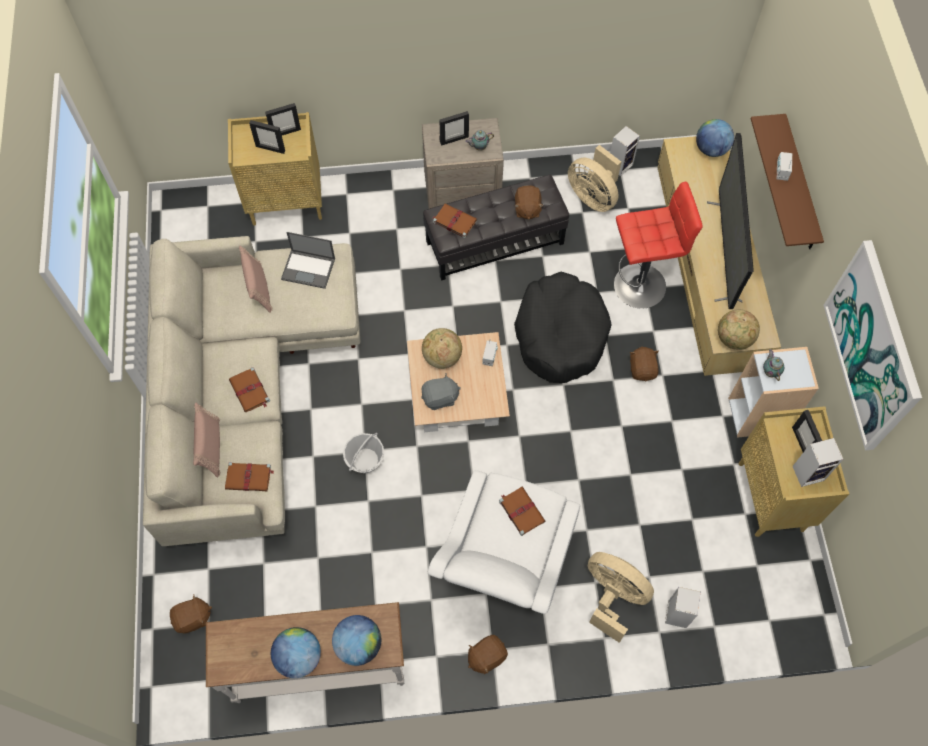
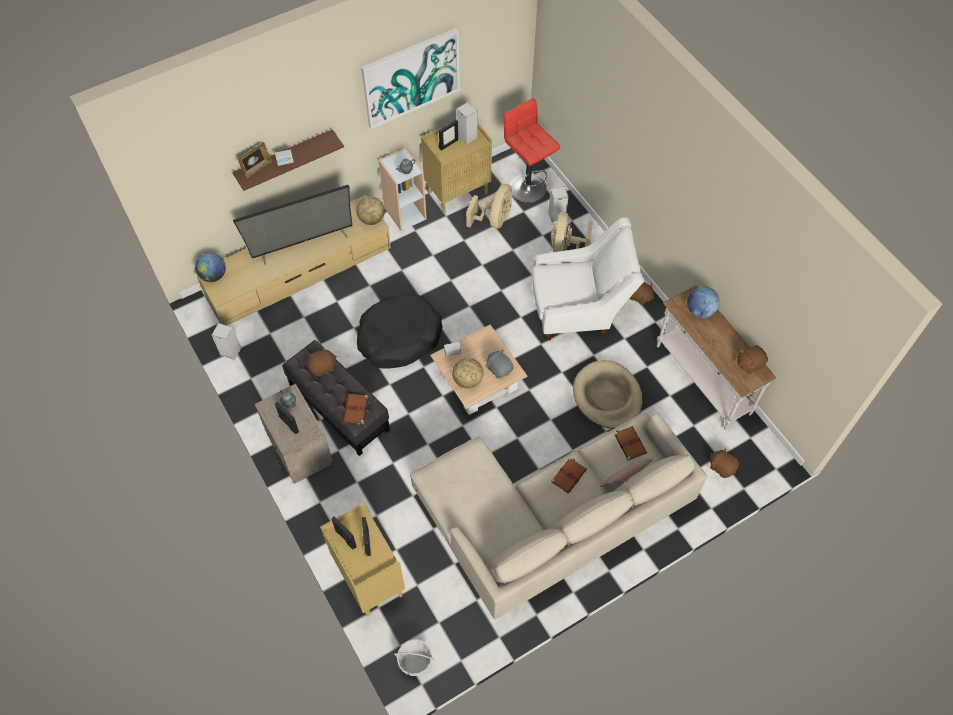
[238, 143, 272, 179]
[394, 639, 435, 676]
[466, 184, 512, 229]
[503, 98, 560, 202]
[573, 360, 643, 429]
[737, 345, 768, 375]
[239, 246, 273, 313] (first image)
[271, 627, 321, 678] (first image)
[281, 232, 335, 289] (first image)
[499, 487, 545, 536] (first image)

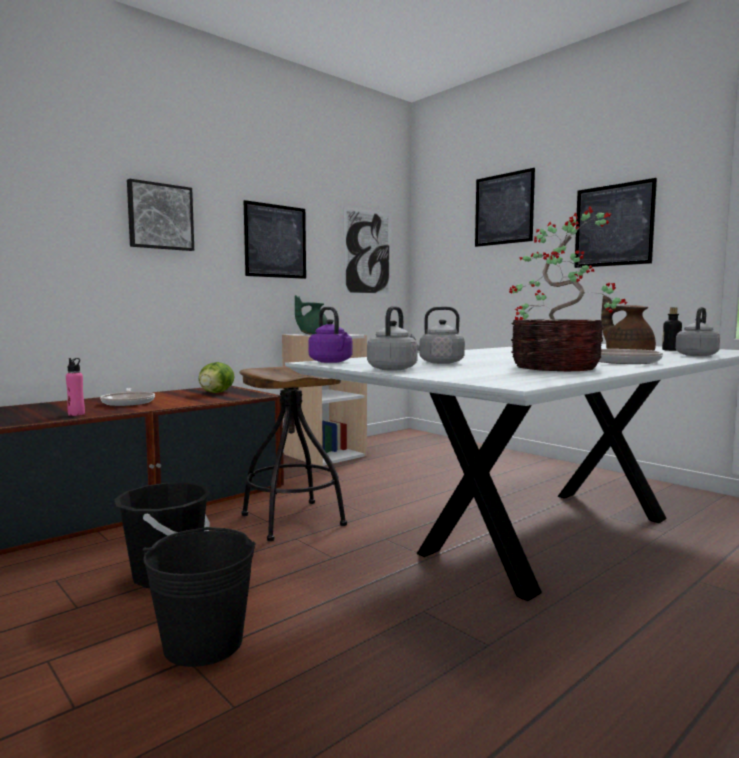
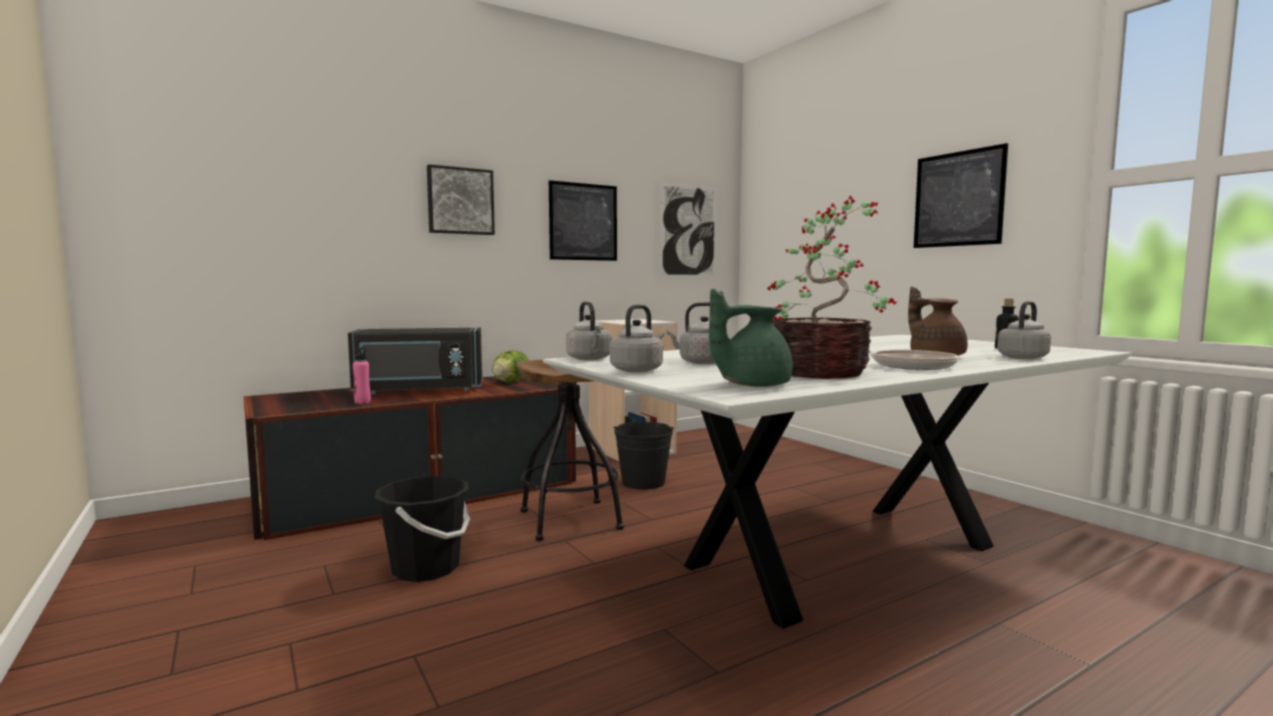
[348, 328, 482, 394]
[566, 301, 612, 360]
[614, 422, 674, 490]
[709, 289, 793, 387]
[475, 168, 535, 247] (first image)

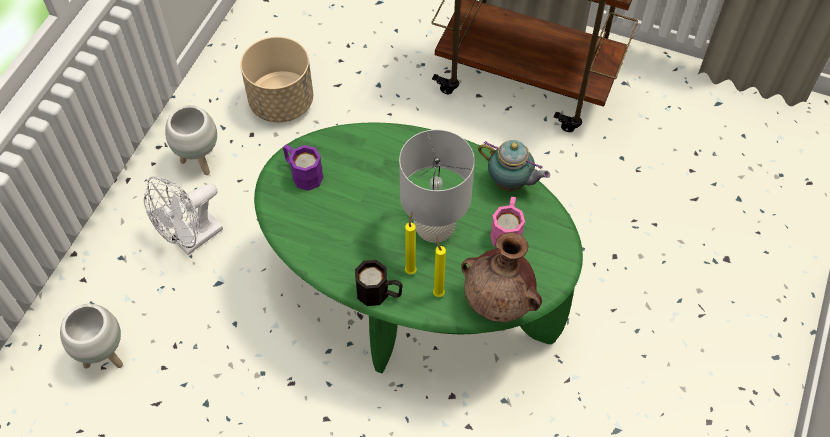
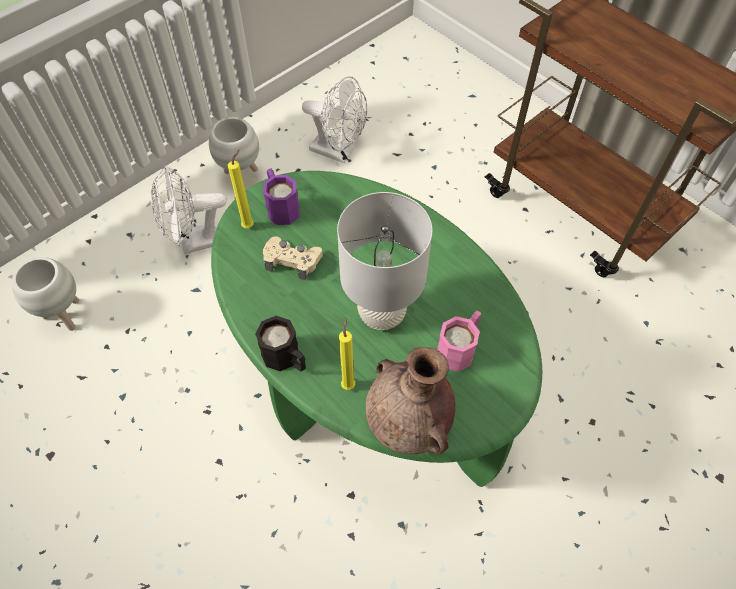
[228, 150, 254, 228]
[263, 236, 322, 280]
[302, 76, 367, 163]
[478, 140, 550, 192] (first image)

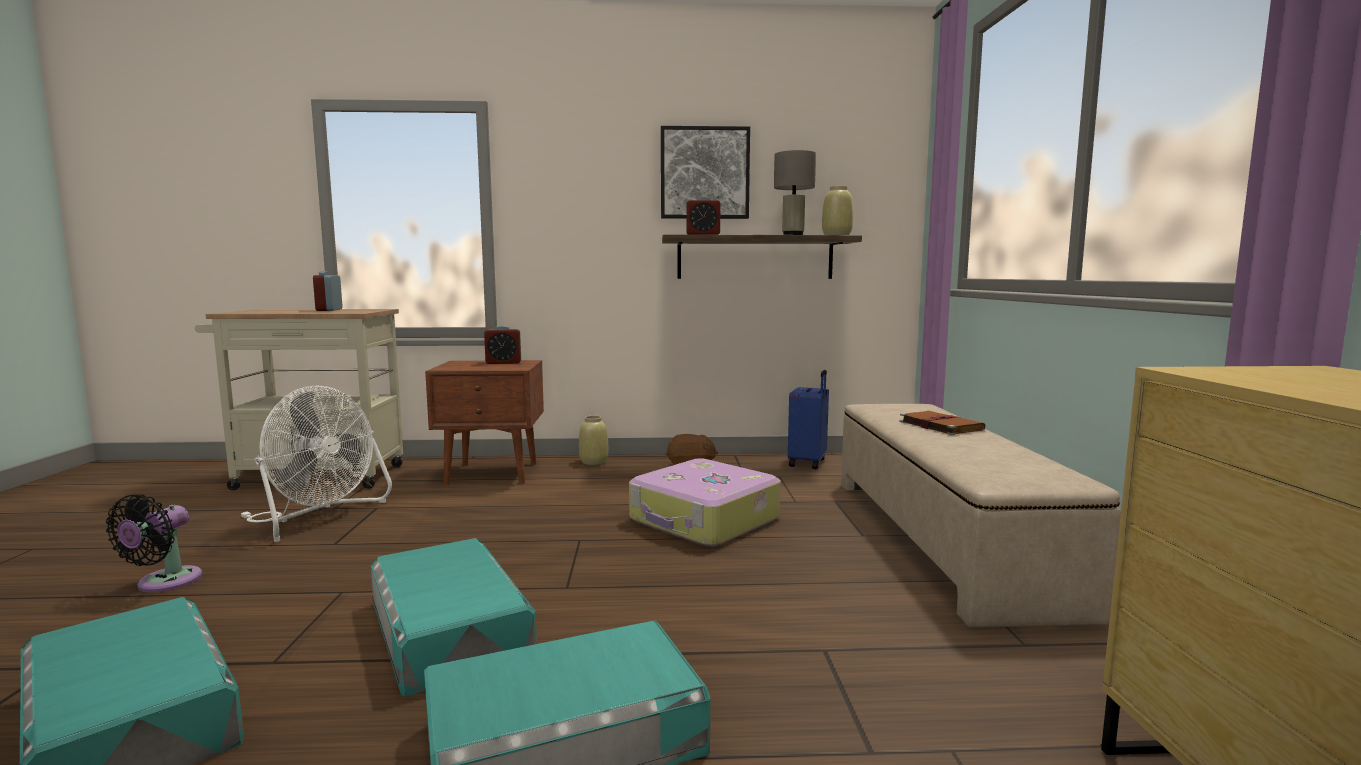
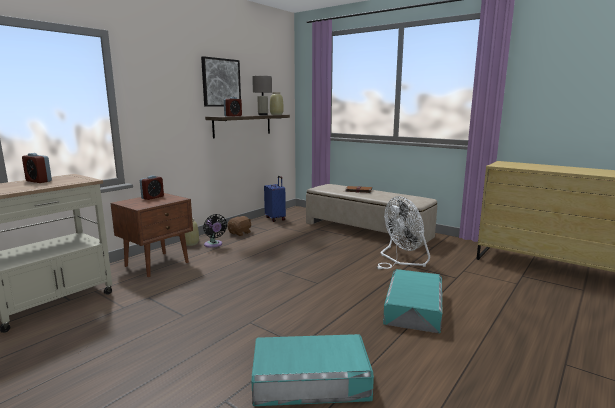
[203, 214, 227, 248]
[376, 196, 430, 269]
[371, 538, 537, 697] (first image)
[629, 458, 781, 547] (first image)

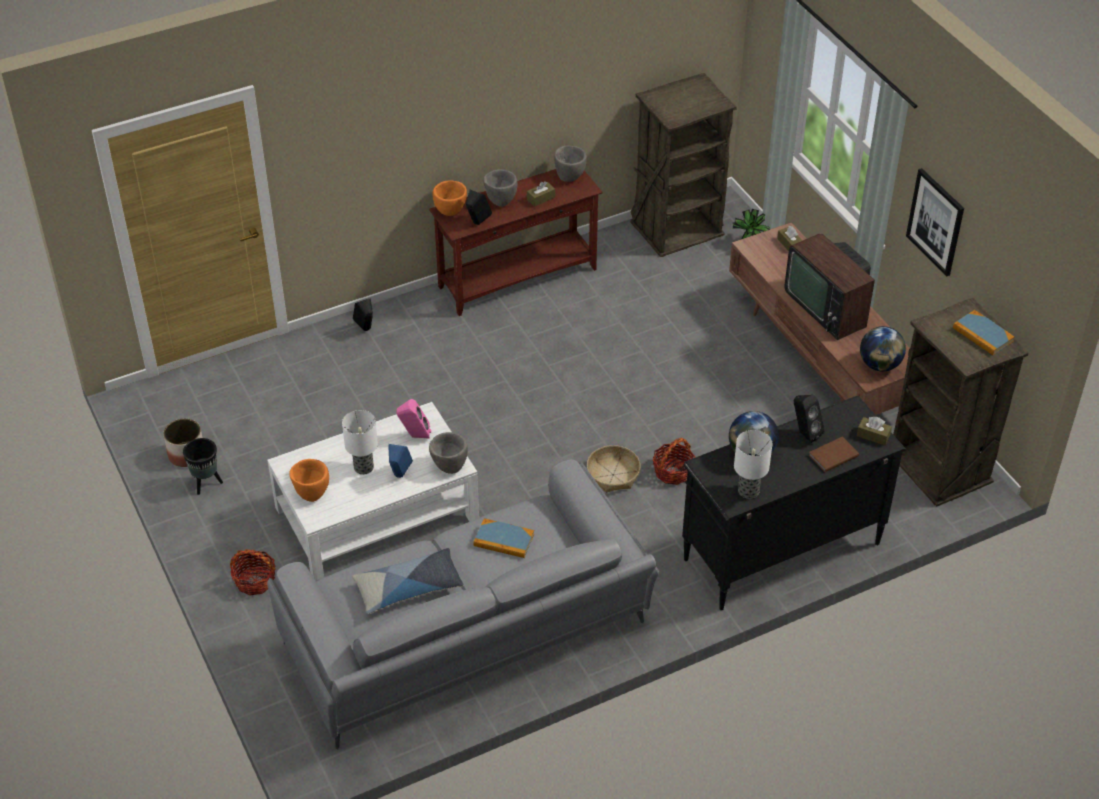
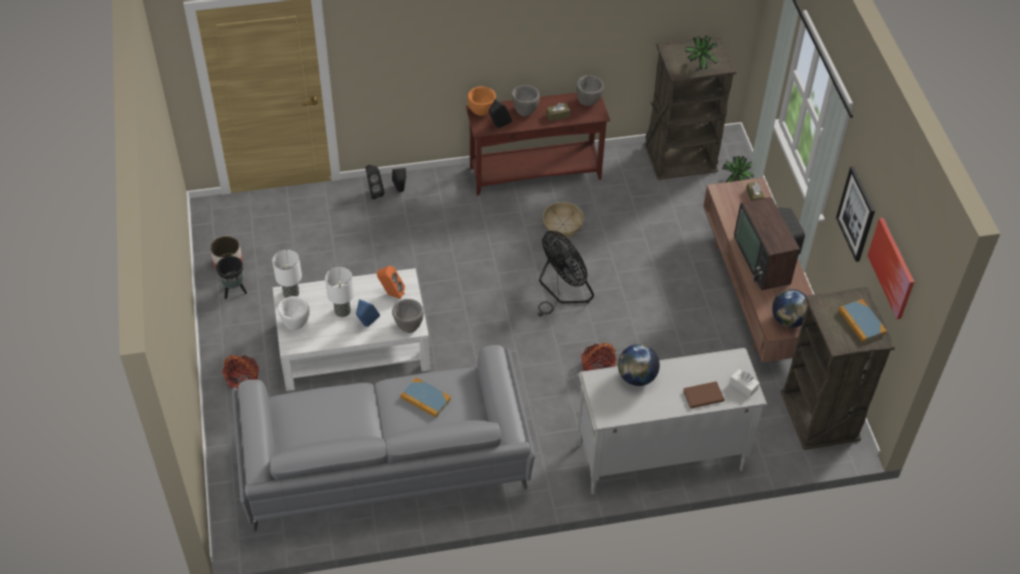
[272, 250, 302, 298]
[278, 296, 309, 331]
[366, 165, 385, 199]
[377, 266, 405, 299]
[538, 231, 594, 317]
[543, 202, 584, 237]
[578, 348, 767, 495]
[685, 36, 718, 70]
[730, 369, 759, 397]
[867, 218, 914, 319]
[352, 548, 464, 614] (first image)

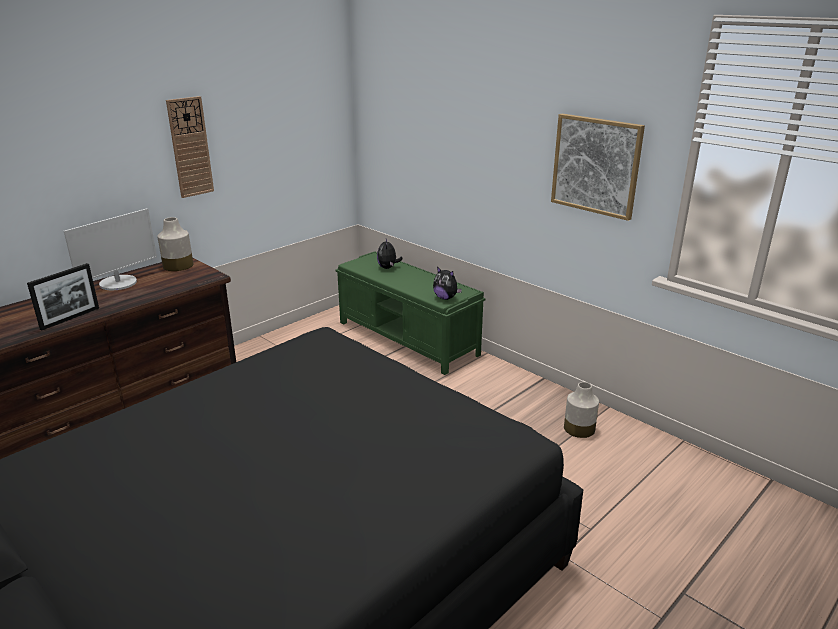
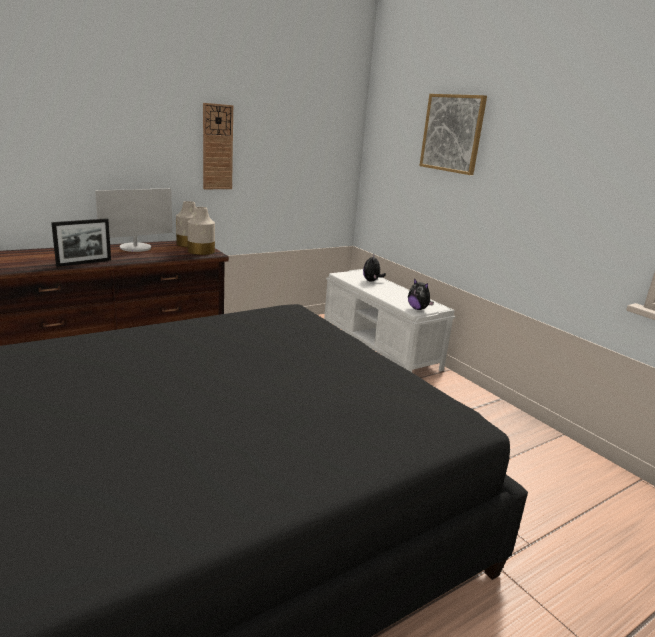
[187, 207, 215, 255]
[324, 269, 455, 372]
[419, 94, 487, 175]

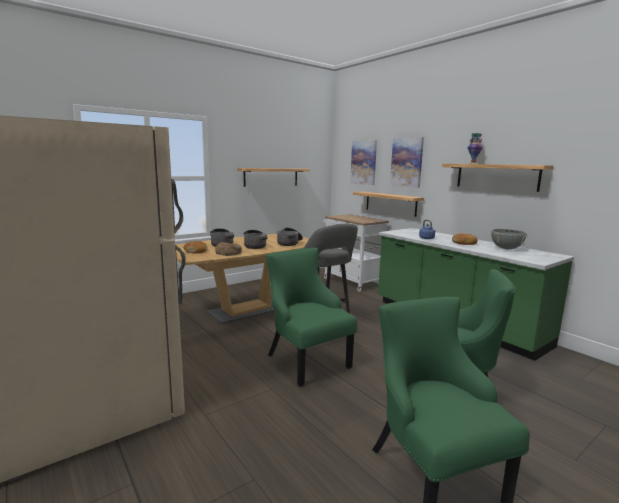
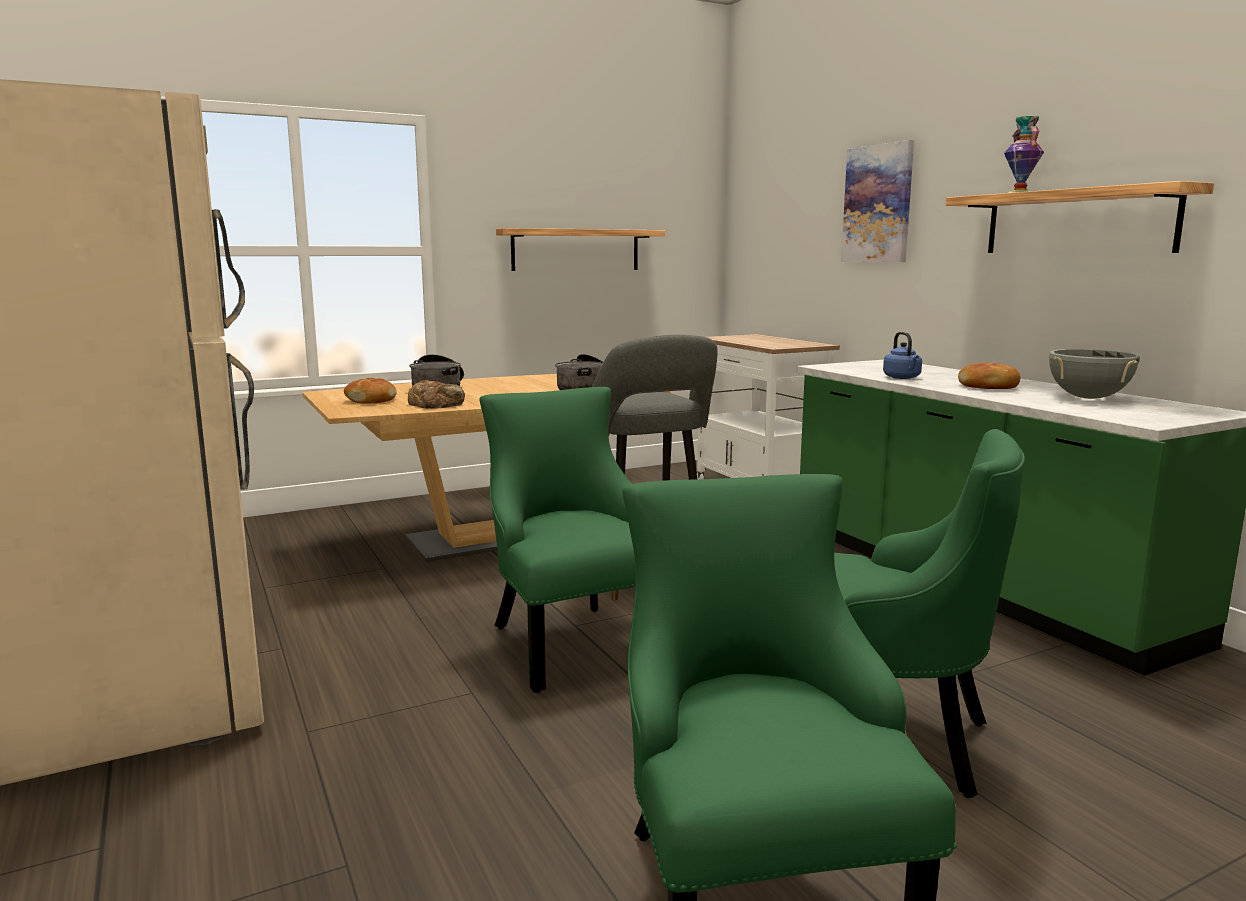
[243, 230, 268, 249] (first image)
[350, 140, 377, 185] (first image)
[353, 192, 424, 217] (first image)

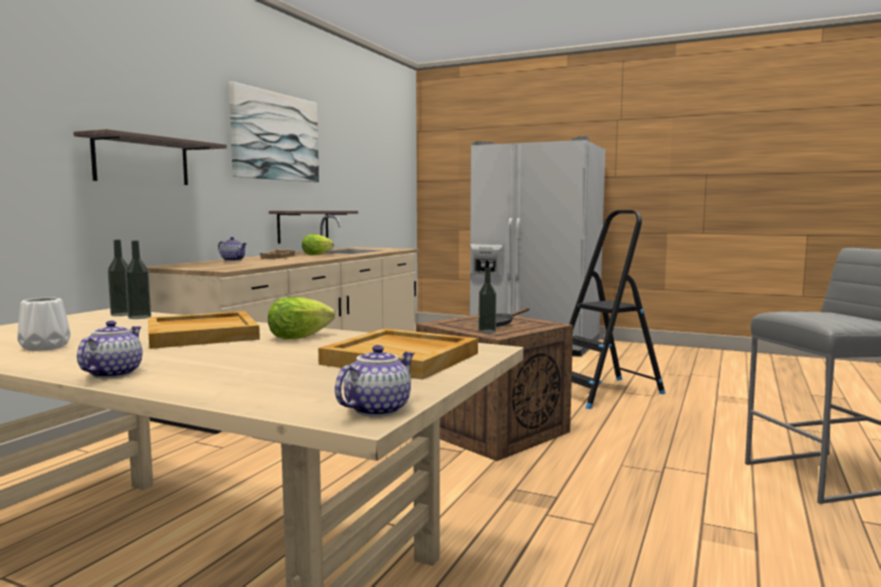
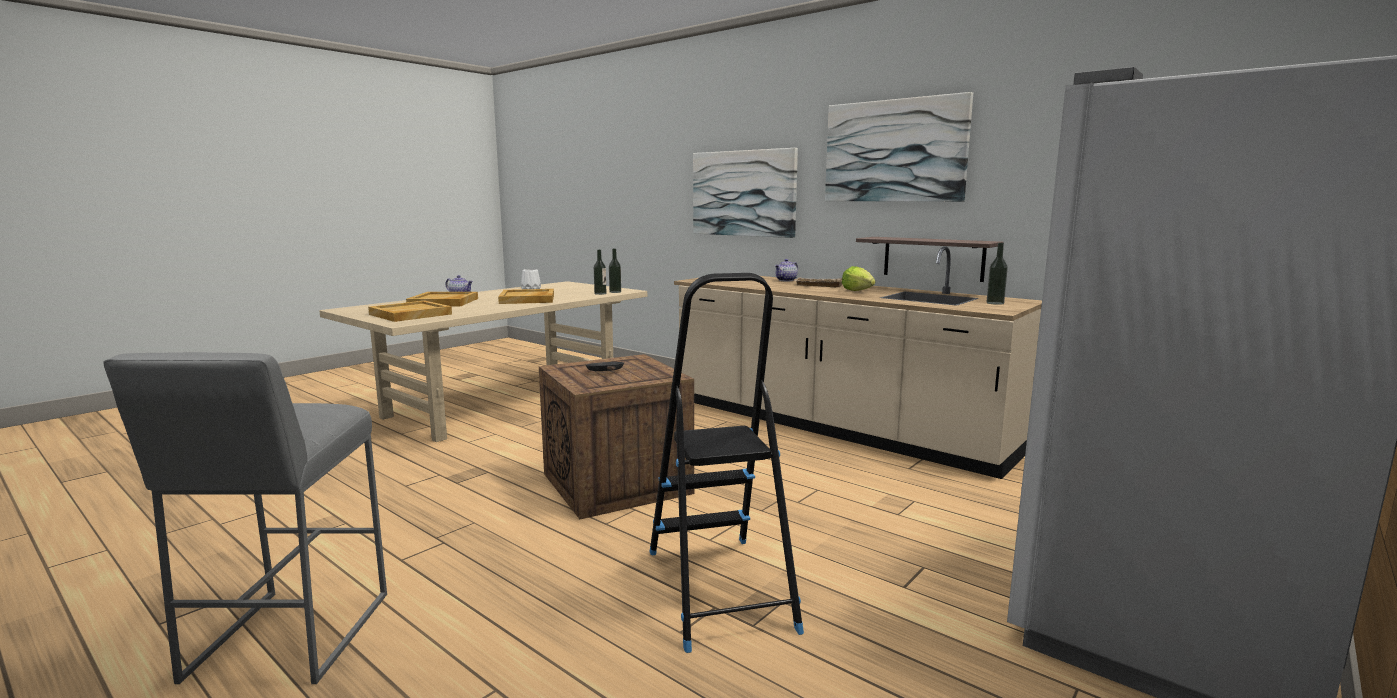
[406, 292, 478, 307]
[693, 148, 798, 238]
[986, 243, 1008, 305]
[268, 297, 335, 339] (first image)
[335, 345, 415, 417] (first image)

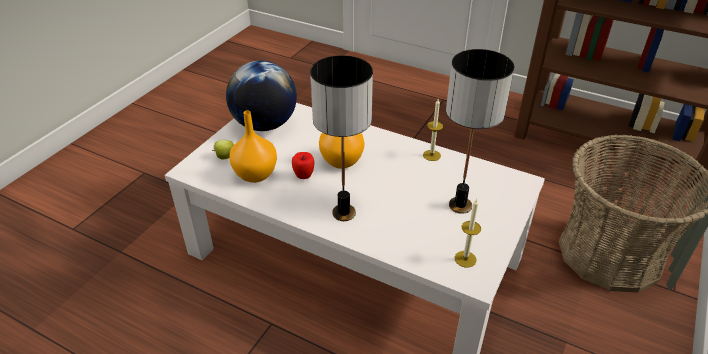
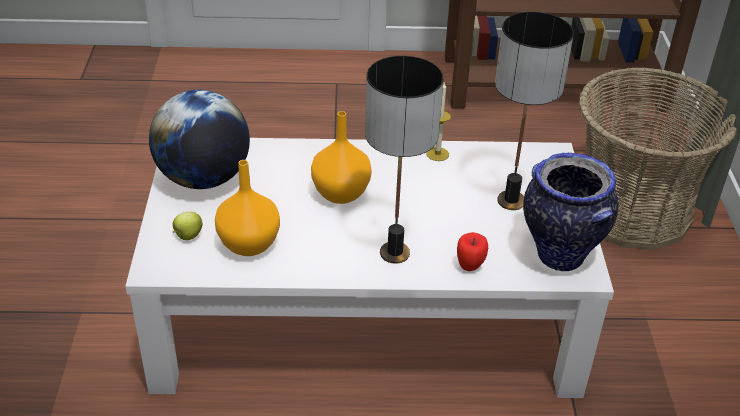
[457, 232, 488, 271]
[523, 153, 618, 271]

